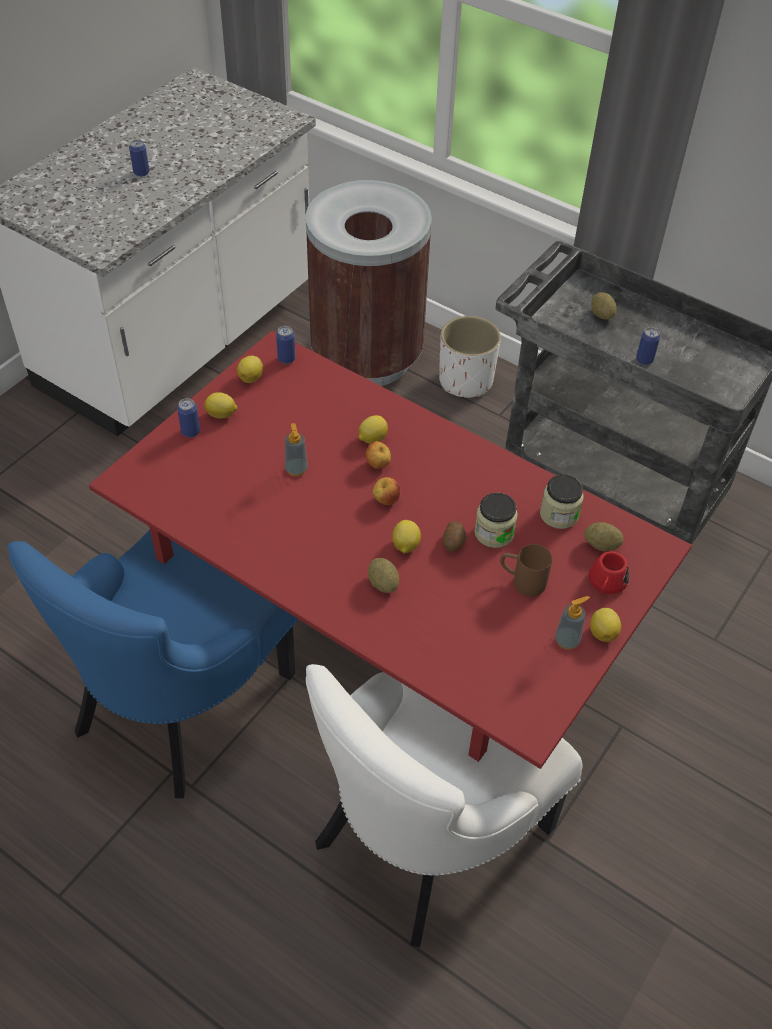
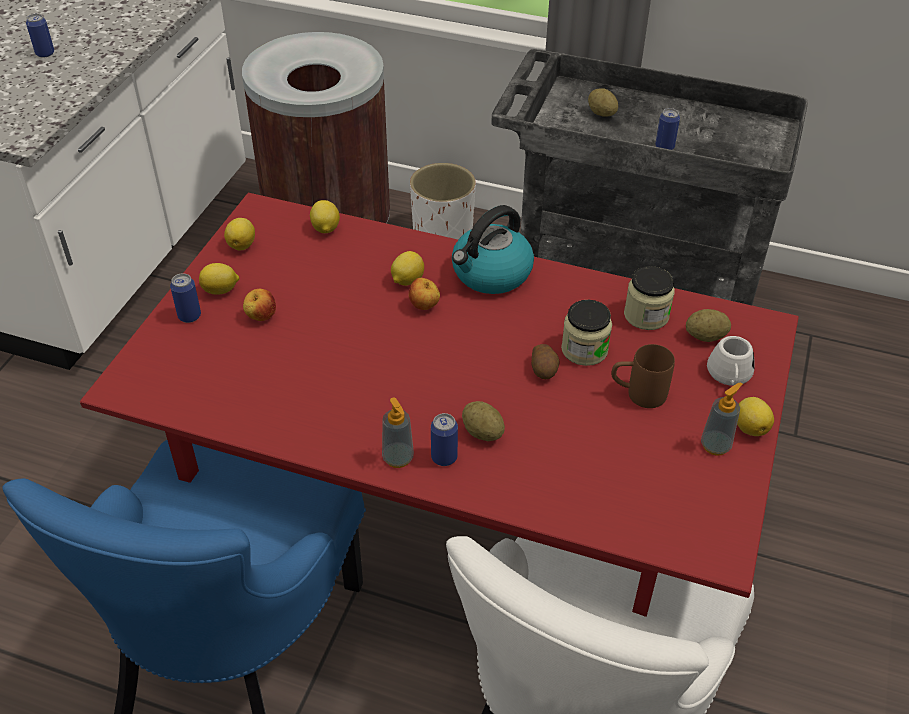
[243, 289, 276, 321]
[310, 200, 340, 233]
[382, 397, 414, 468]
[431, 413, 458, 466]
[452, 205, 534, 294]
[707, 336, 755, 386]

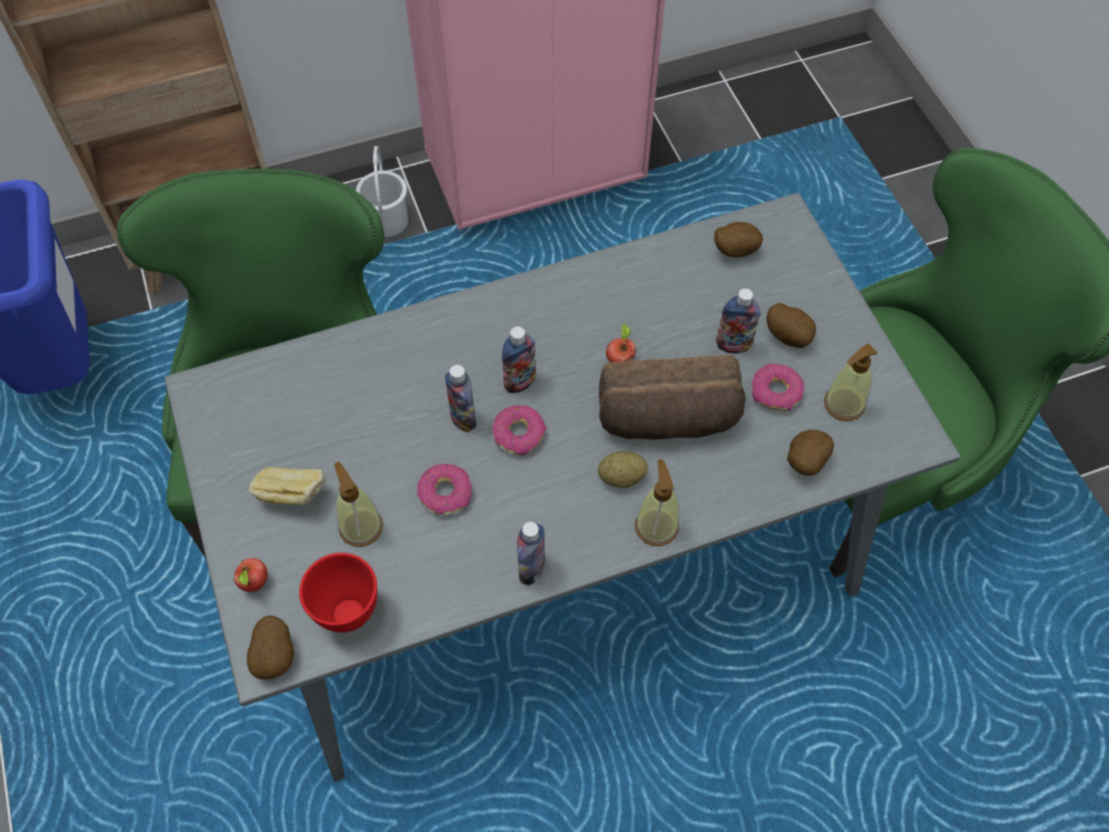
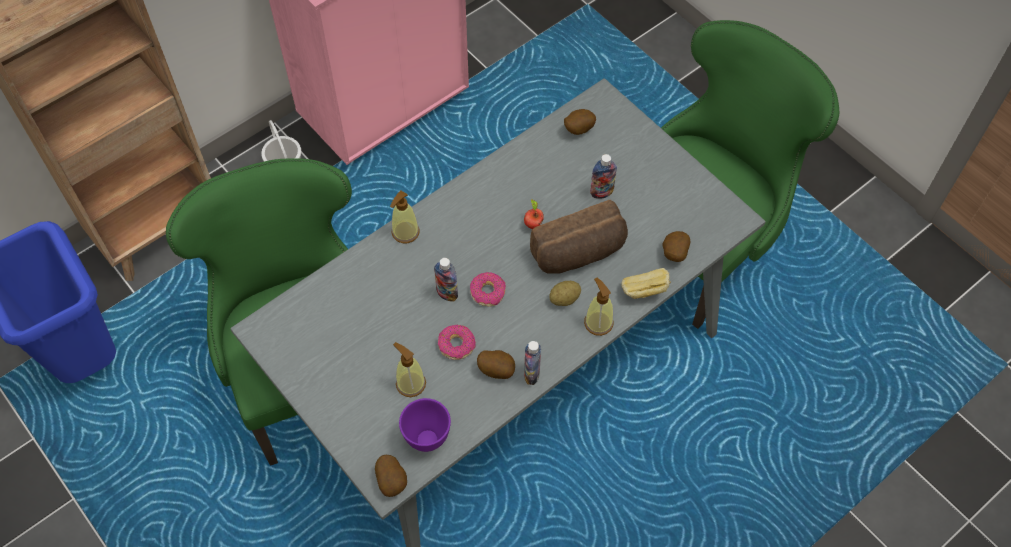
[390, 191, 420, 243]
[399, 398, 451, 452]
[477, 350, 515, 379]
[622, 268, 671, 299]
[233, 558, 268, 592] (first image)
[502, 327, 536, 393] (first image)
[751, 364, 804, 411] (first image)

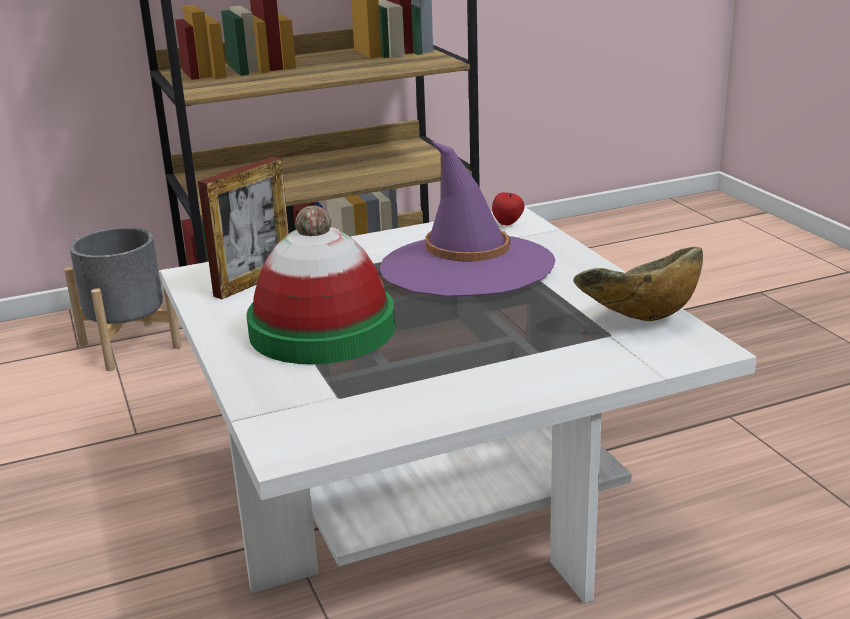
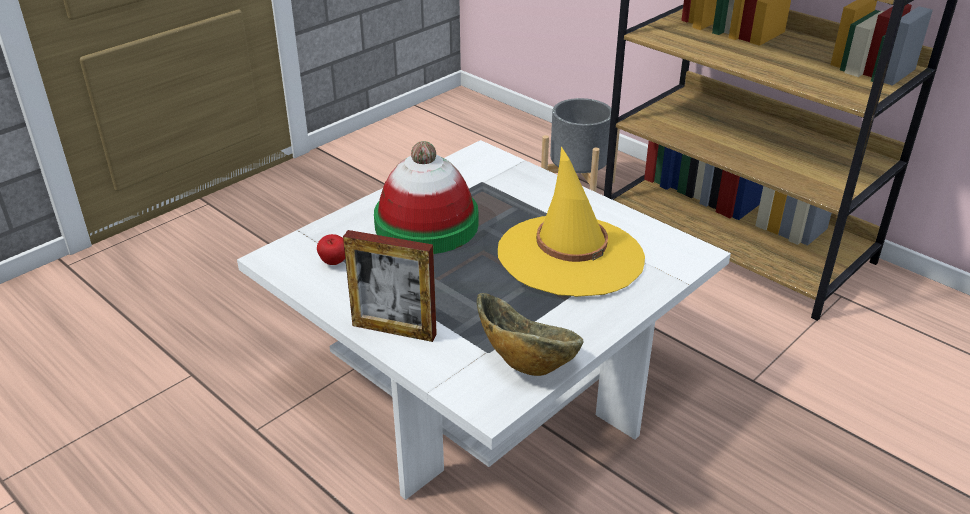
[317, 234, 345, 265]
[343, 230, 437, 342]
[498, 146, 645, 297]

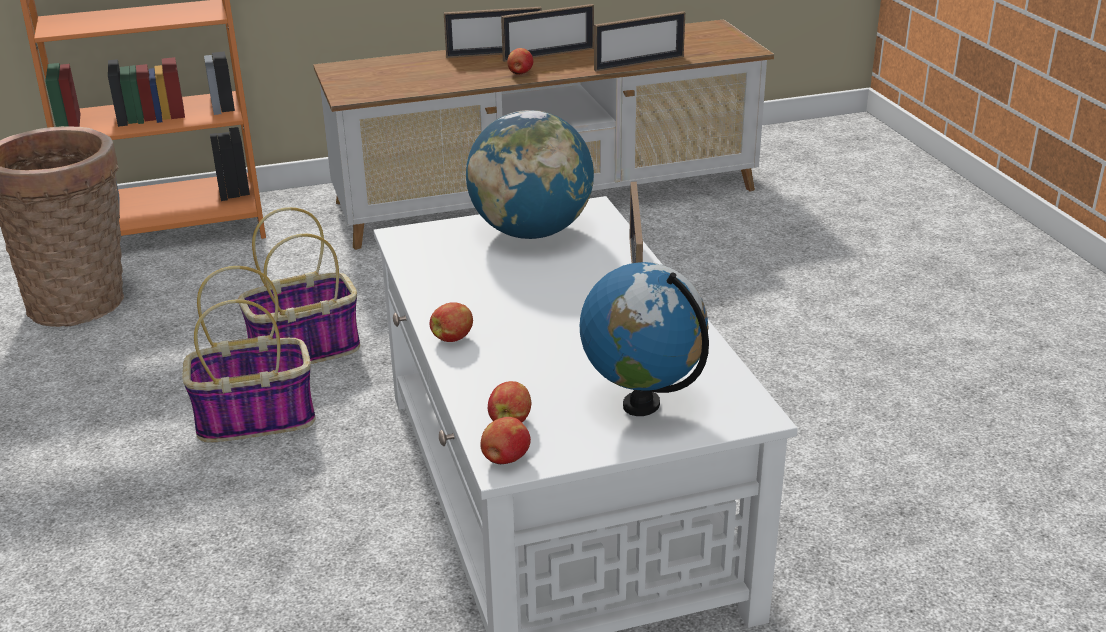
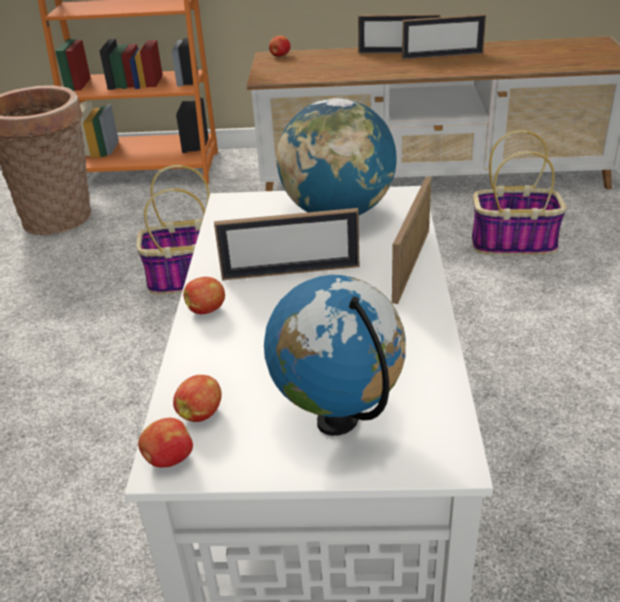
[214, 208, 359, 280]
[269, 35, 291, 57]
[472, 130, 567, 255]

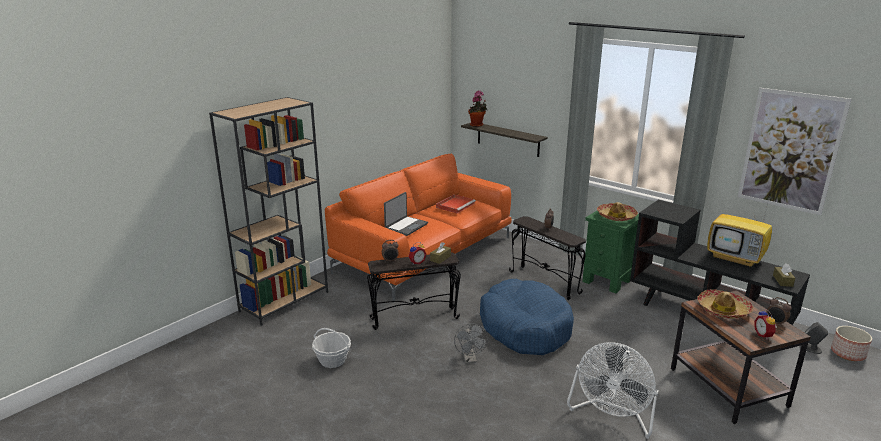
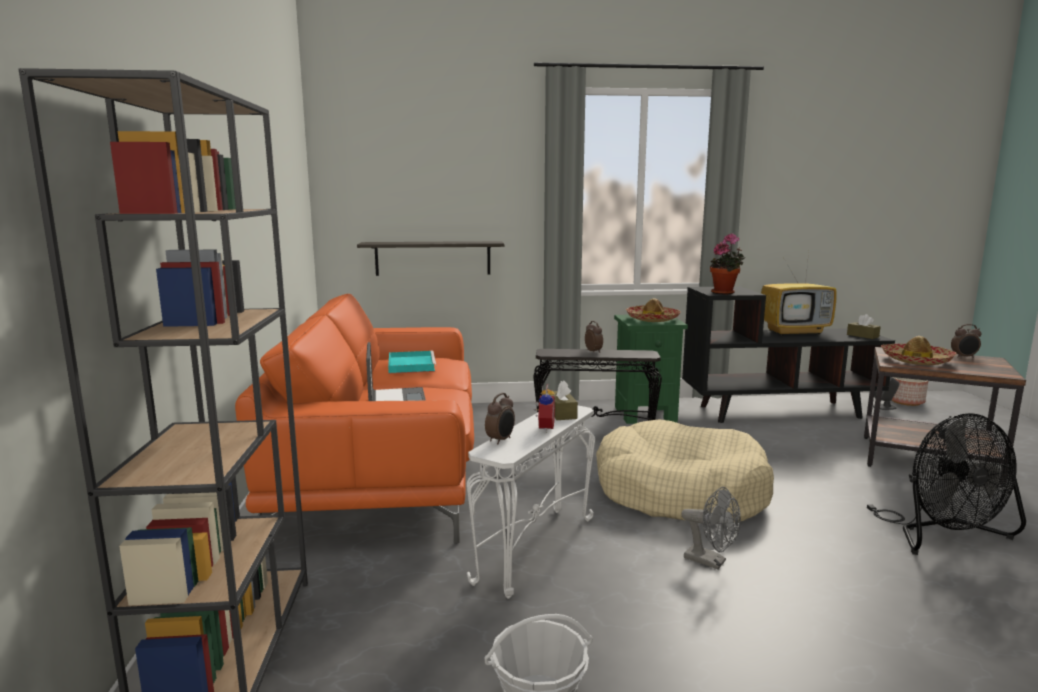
[388, 351, 436, 374]
[467, 406, 595, 599]
[596, 419, 774, 523]
[710, 234, 745, 295]
[867, 413, 1026, 555]
[738, 88, 851, 215] (first image)
[754, 309, 776, 339] (first image)

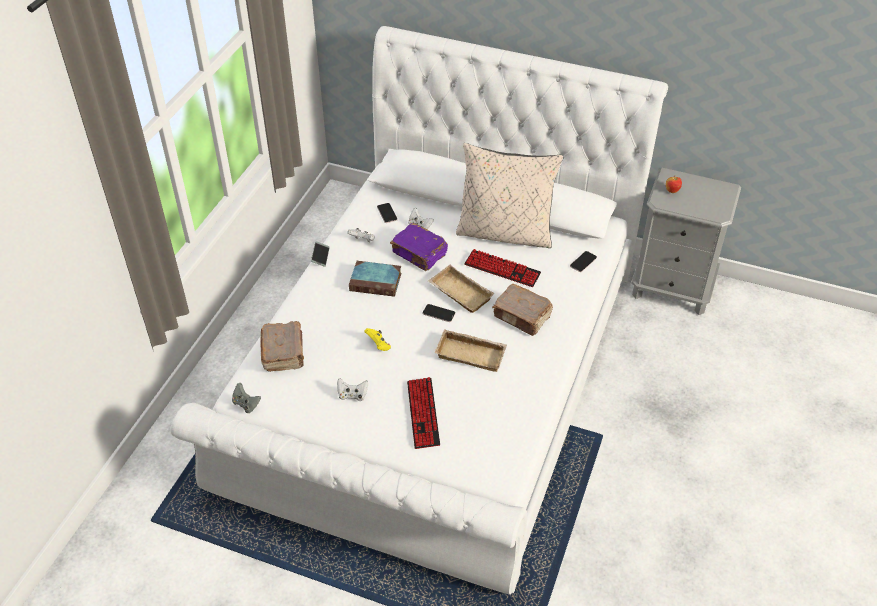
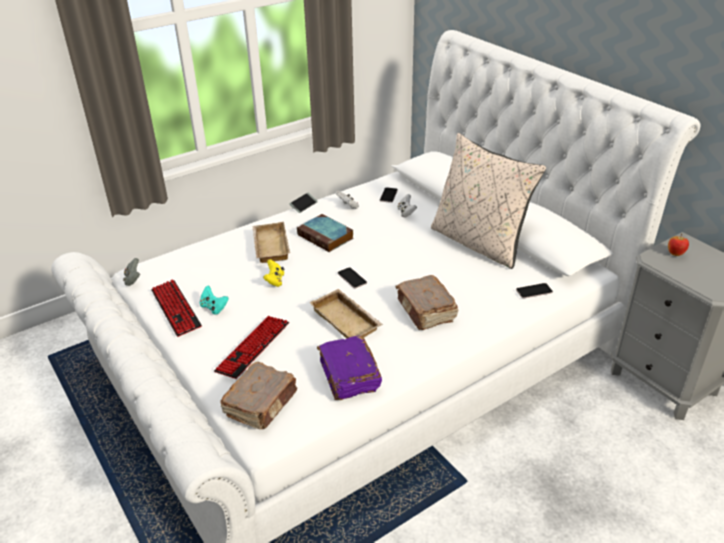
[151, 279, 202, 337]
[200, 286, 229, 315]
[220, 362, 297, 429]
[252, 222, 290, 263]
[317, 336, 382, 400]

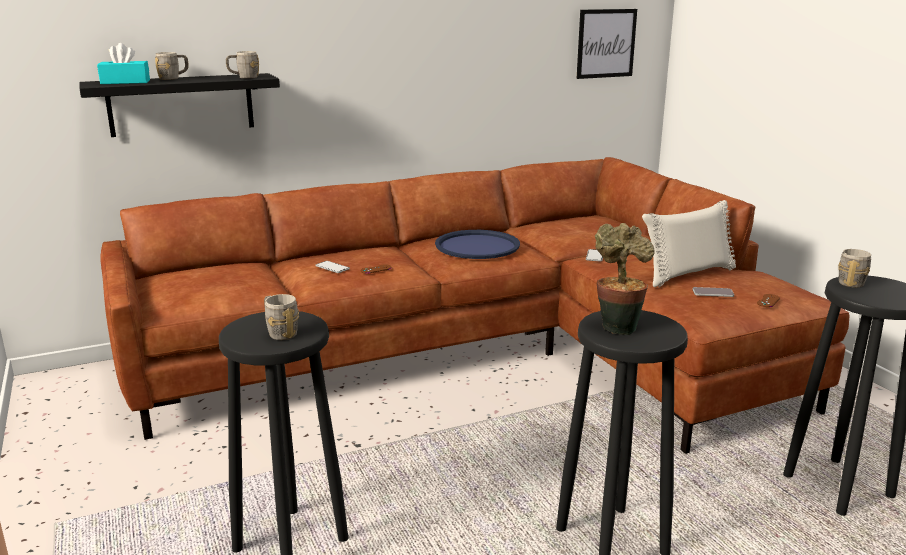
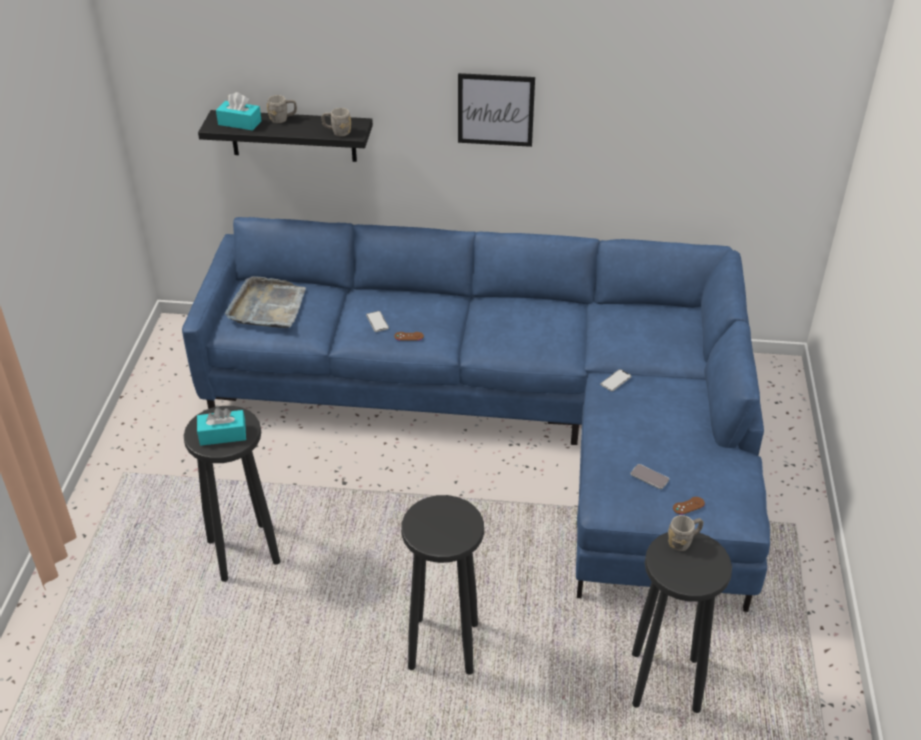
[182, 217, 770, 612]
[197, 407, 246, 446]
[225, 276, 306, 328]
[458, 73, 535, 147]
[435, 230, 520, 259] (first image)
[595, 223, 655, 335] (first image)
[642, 200, 736, 287] (first image)

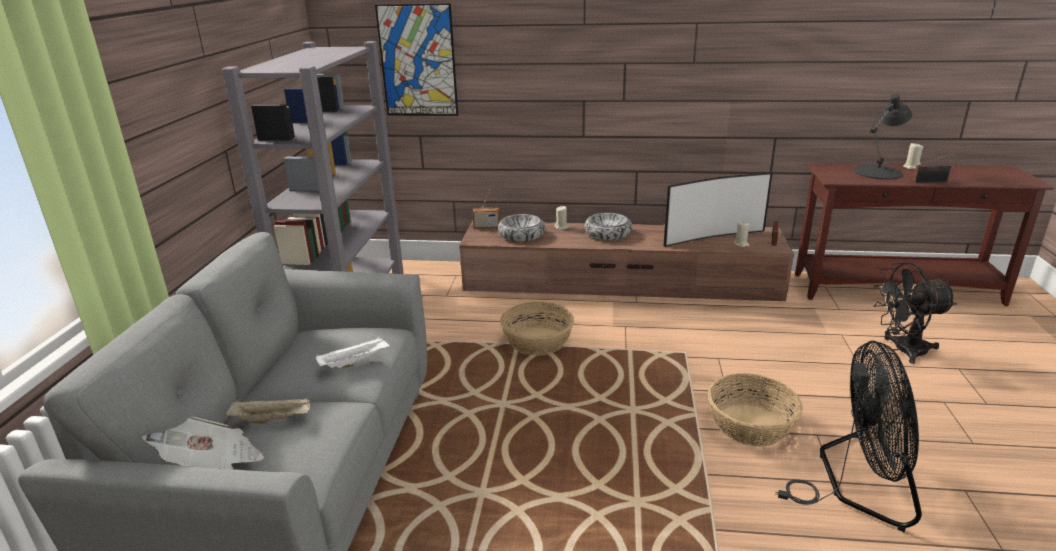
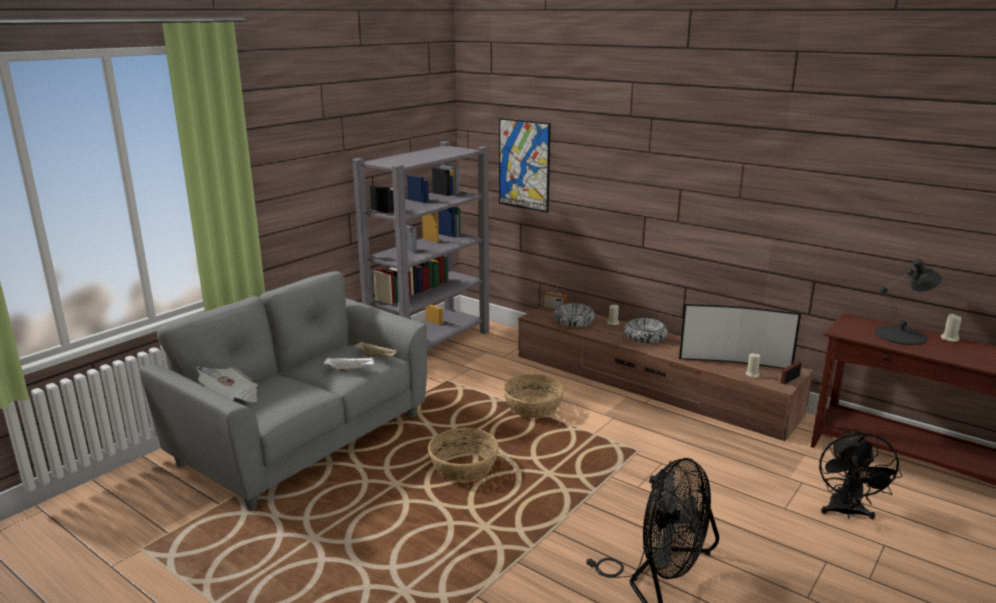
[353, 342, 397, 357]
[428, 428, 499, 482]
[819, 431, 903, 519]
[913, 153, 955, 183] (first image)

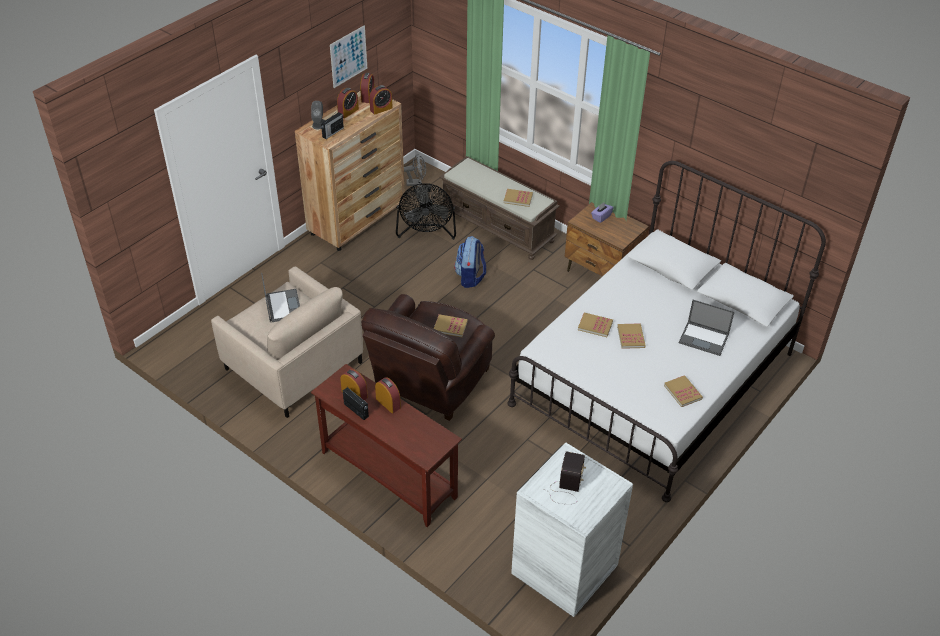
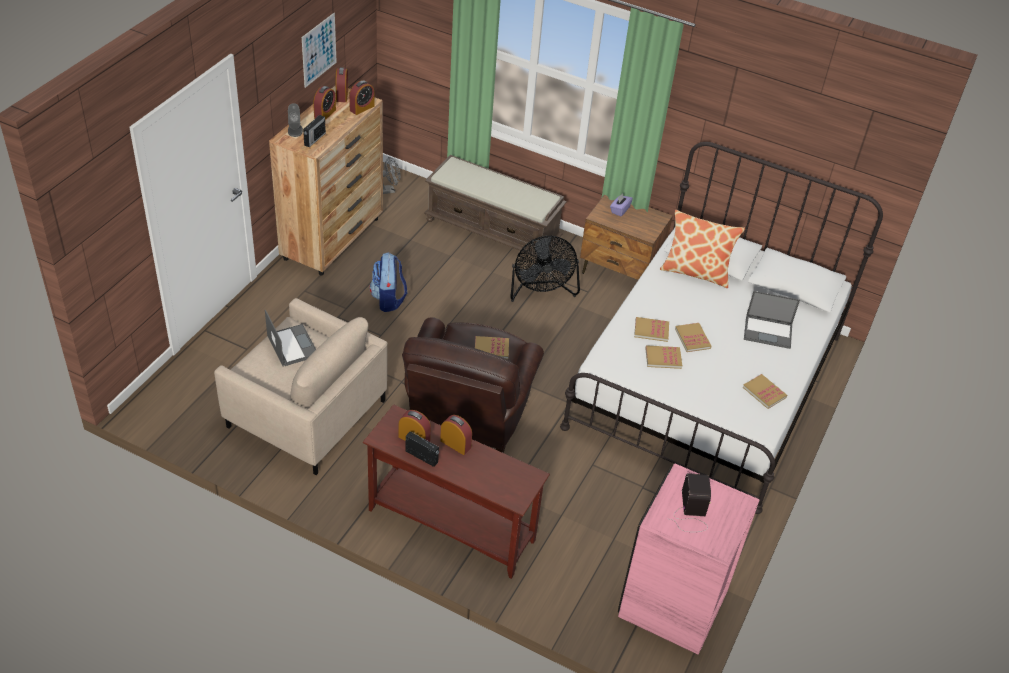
[370, 253, 407, 312]
[511, 235, 580, 302]
[618, 463, 760, 655]
[645, 345, 682, 369]
[660, 210, 745, 288]

